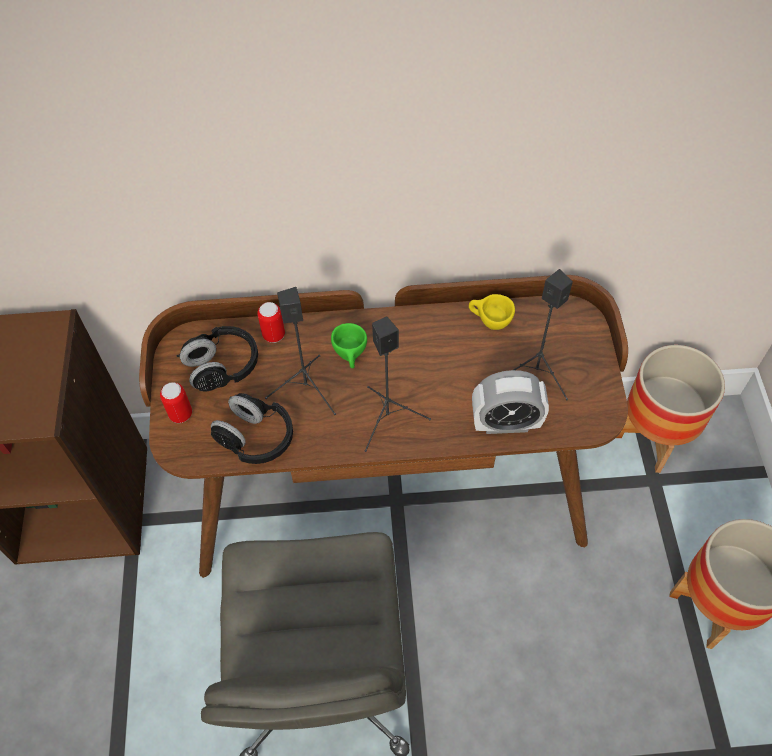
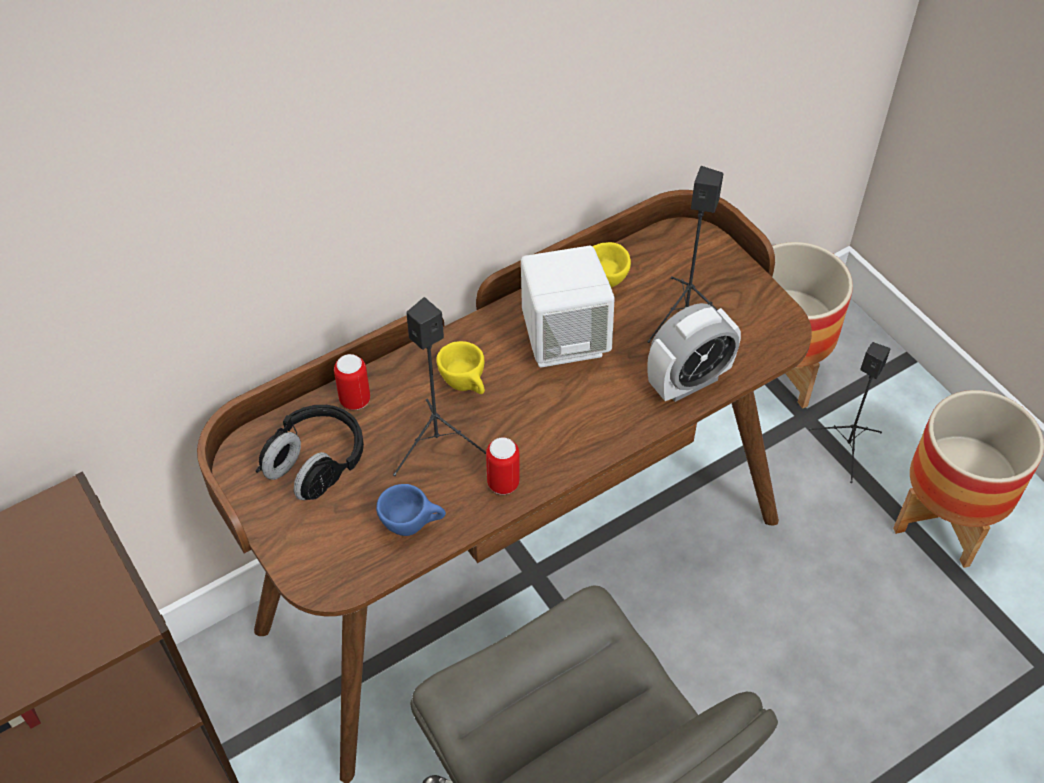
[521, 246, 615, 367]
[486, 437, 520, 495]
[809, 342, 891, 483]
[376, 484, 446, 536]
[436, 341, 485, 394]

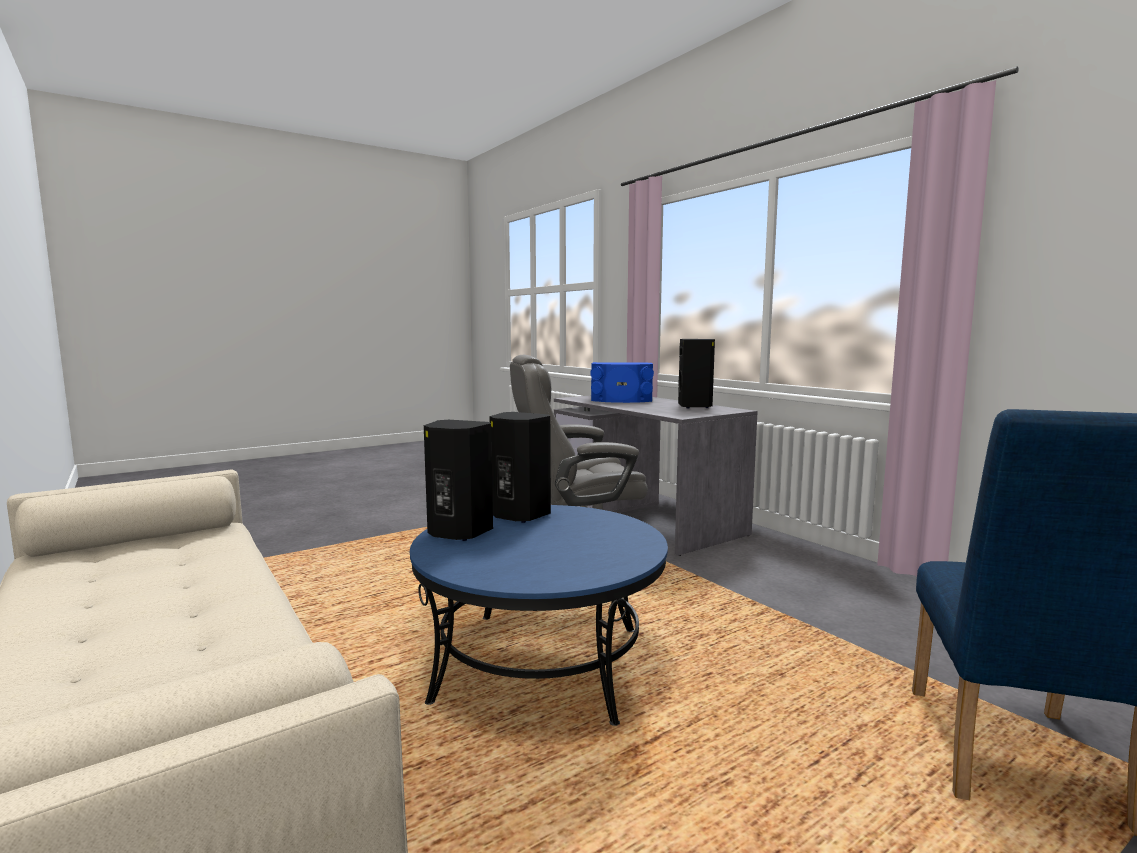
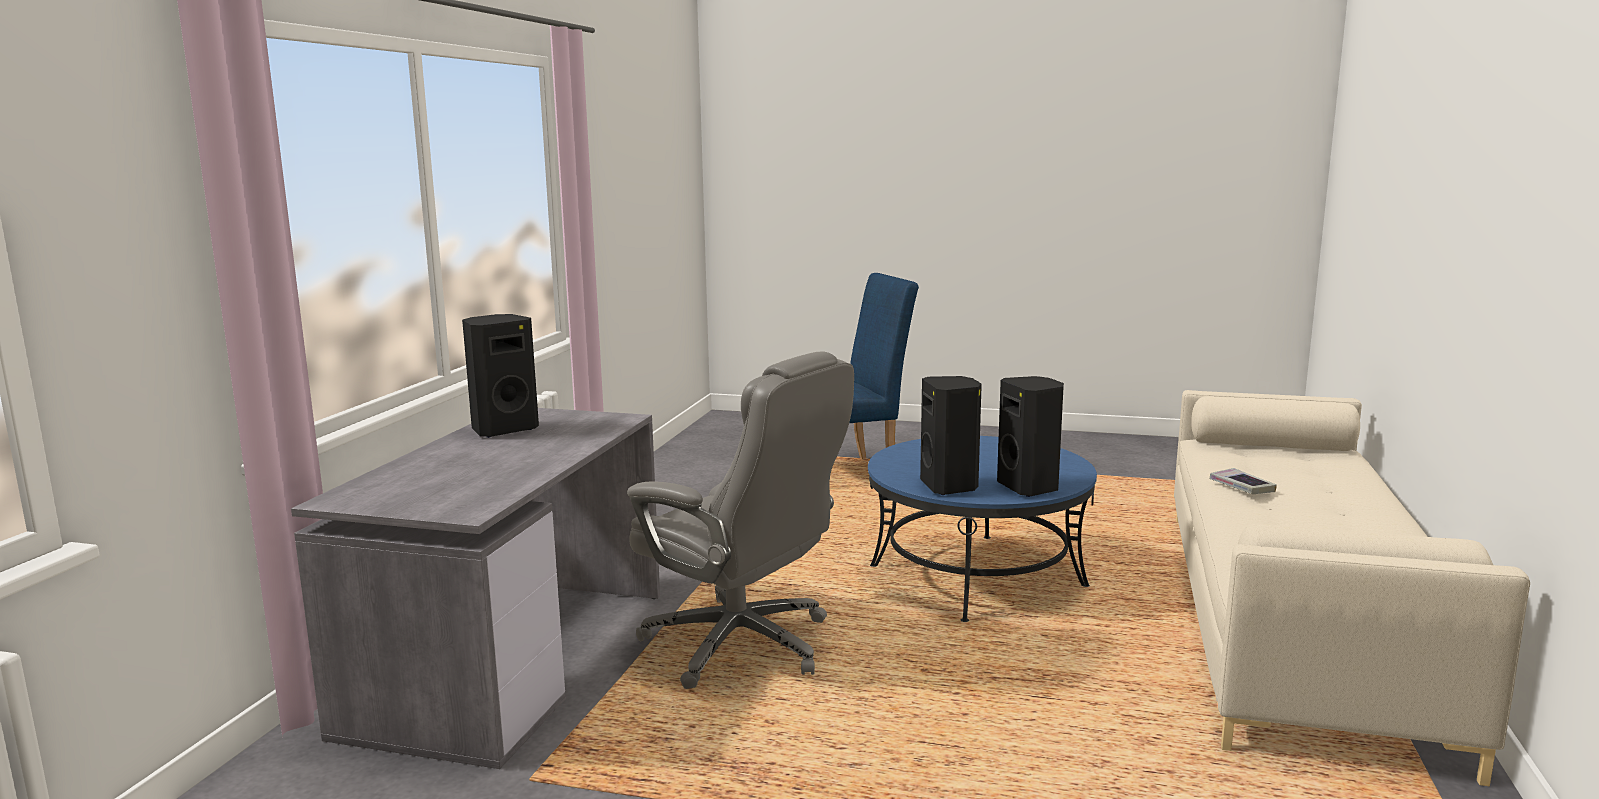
[590, 362, 654, 403] (first image)
[1210, 468, 1277, 494]

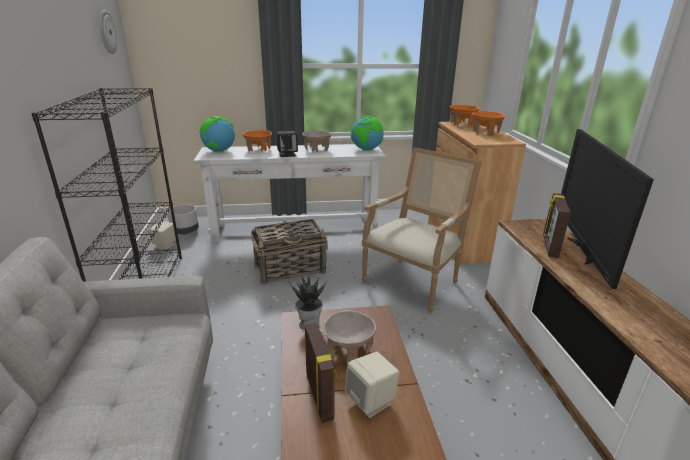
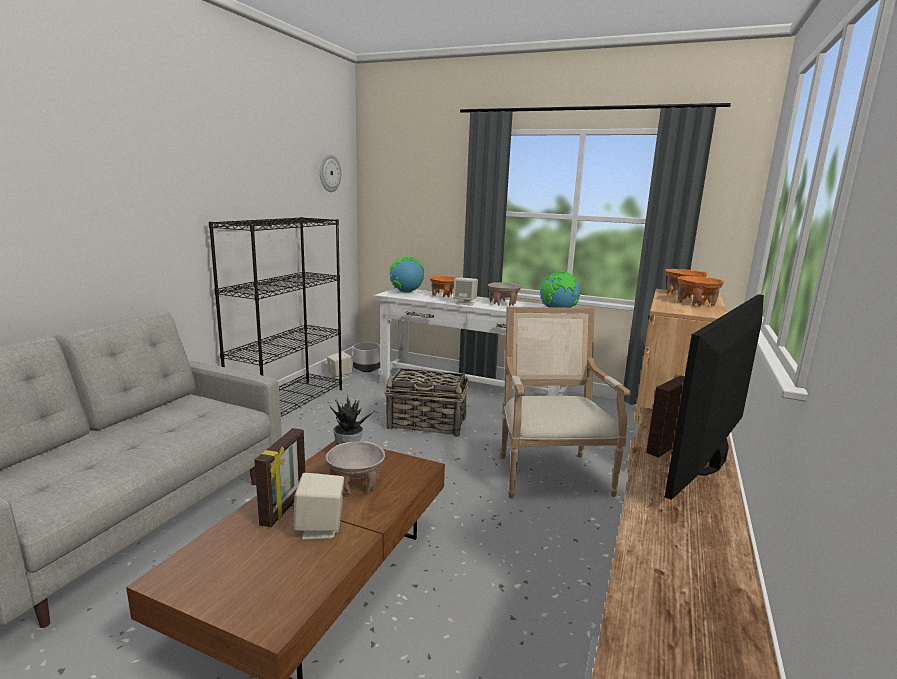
[453, 277, 478, 306]
[501, 307, 630, 499]

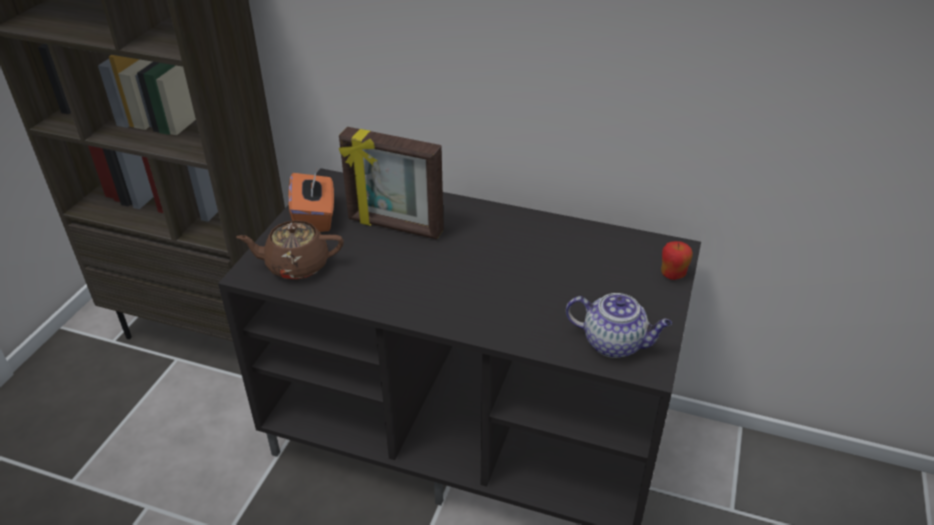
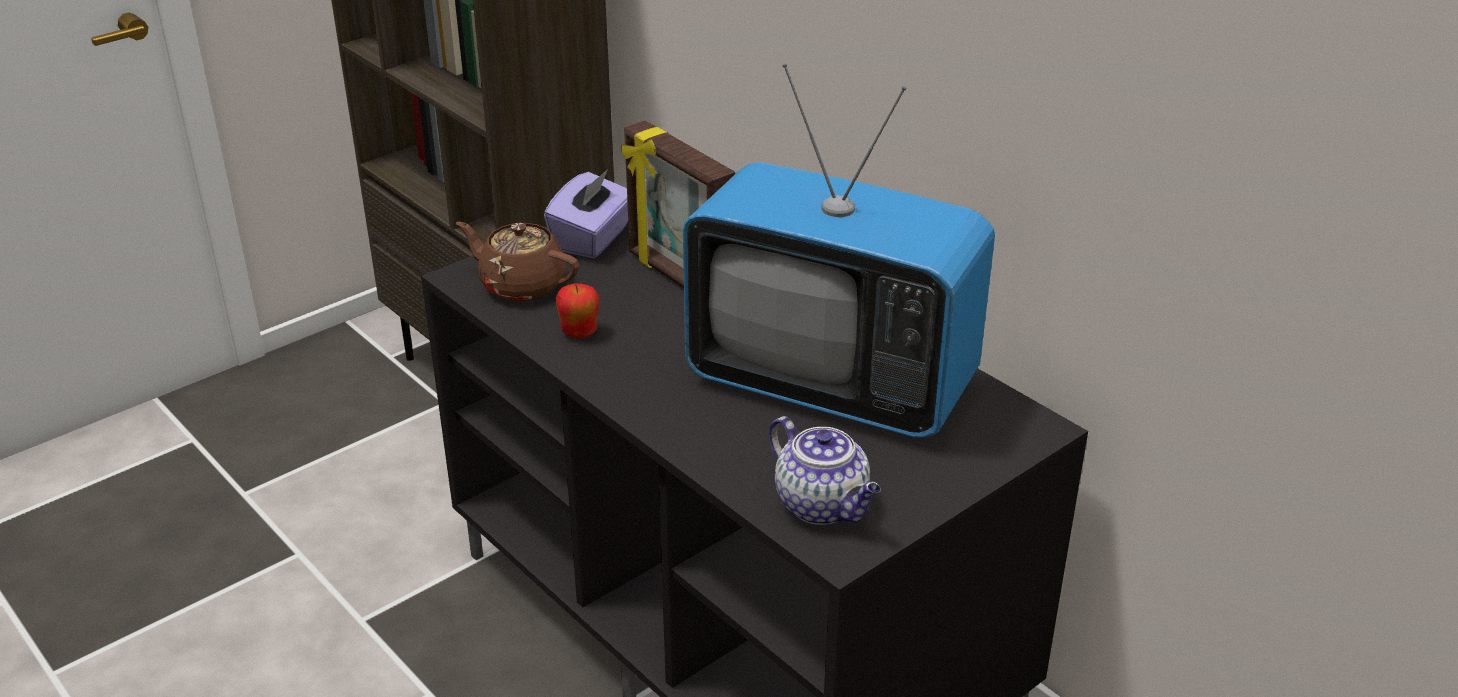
[683, 64, 995, 438]
[556, 283, 599, 339]
[544, 170, 628, 258]

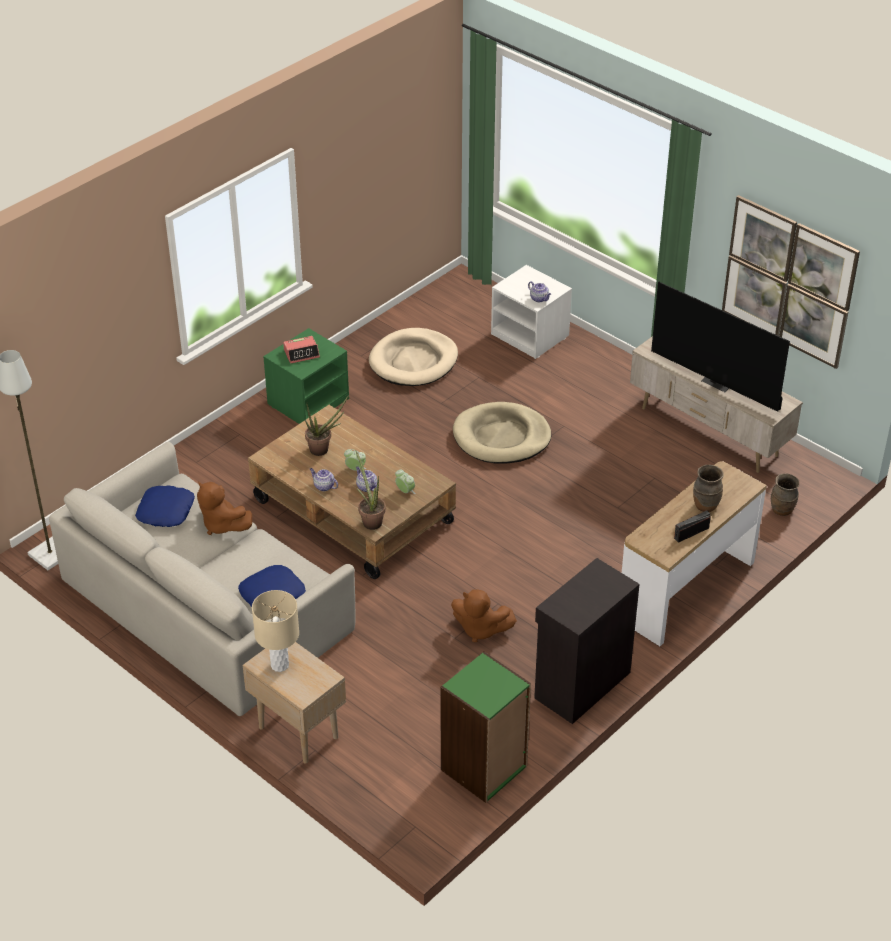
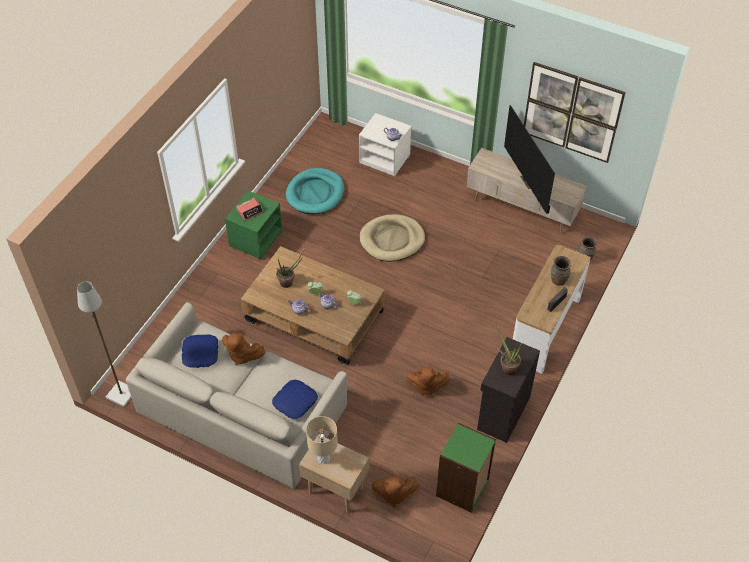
[372, 474, 419, 507]
[496, 325, 522, 375]
[286, 168, 344, 214]
[504, 105, 555, 214]

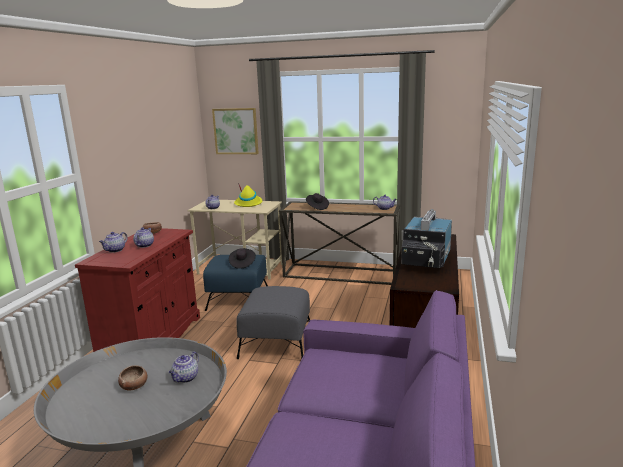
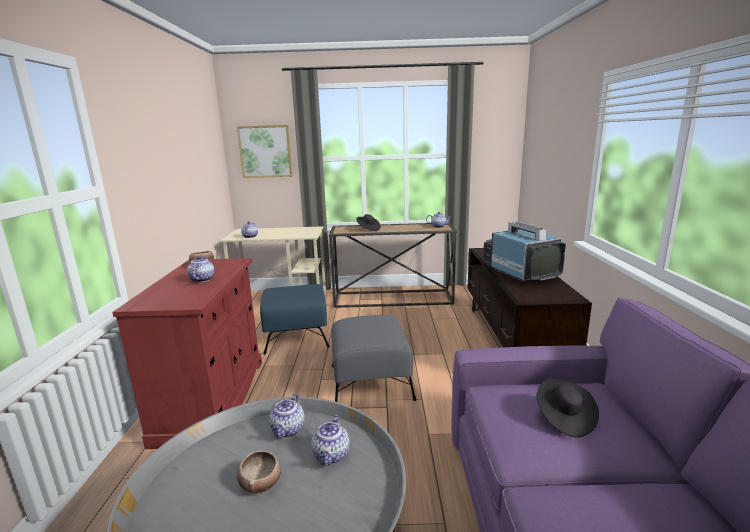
[234, 183, 262, 207] (first image)
[269, 394, 305, 438]
[536, 379, 599, 438]
[483, 221, 566, 282]

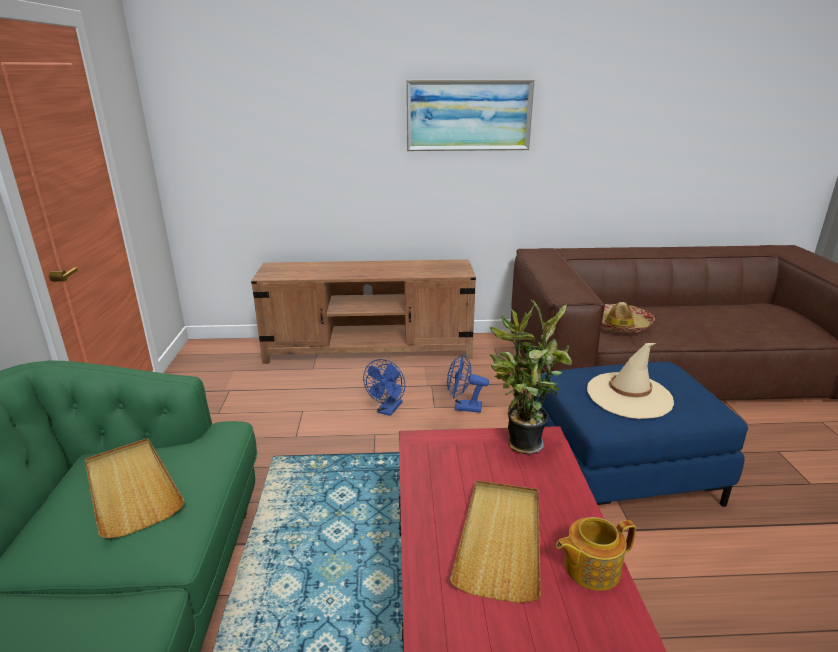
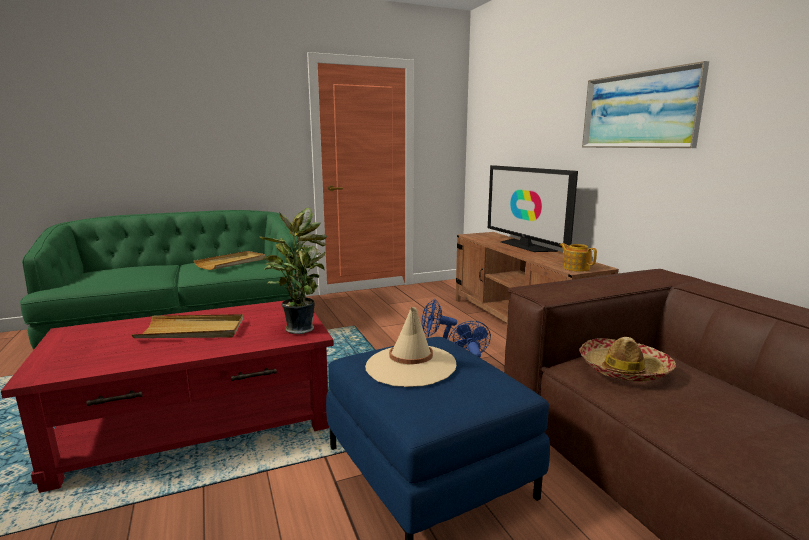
[488, 165, 578, 252]
[559, 243, 597, 272]

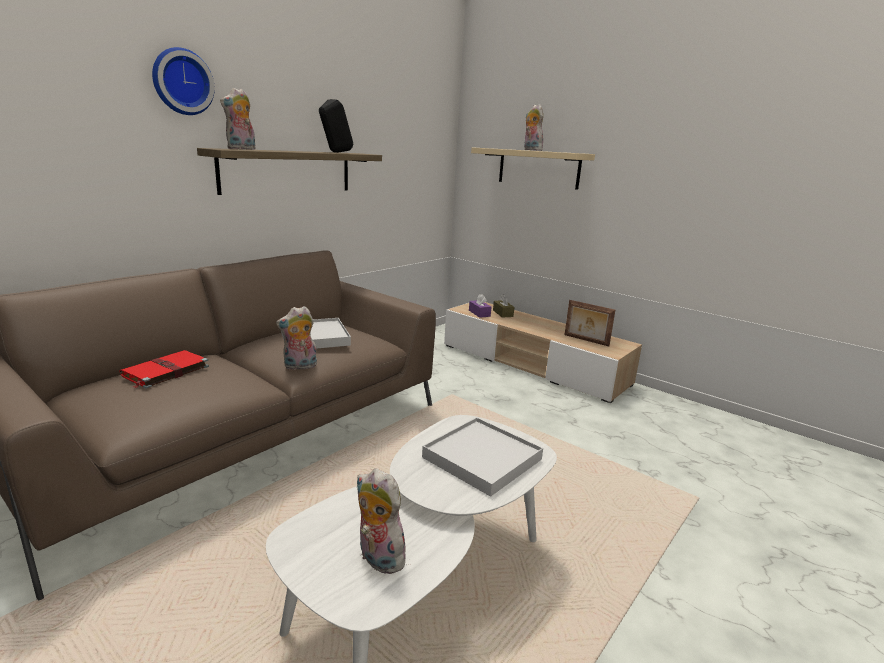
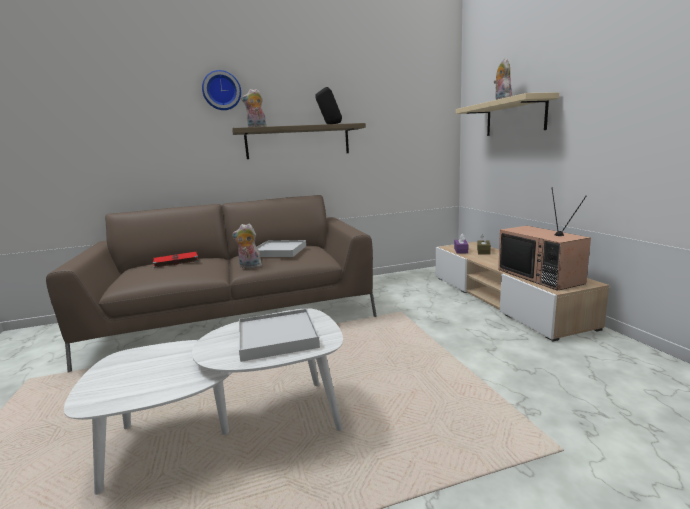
[357, 468, 406, 574] (first image)
[498, 188, 591, 291]

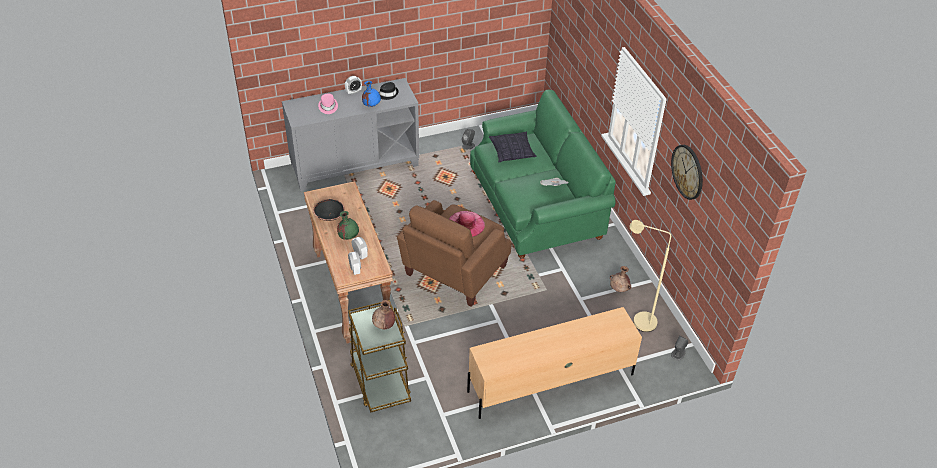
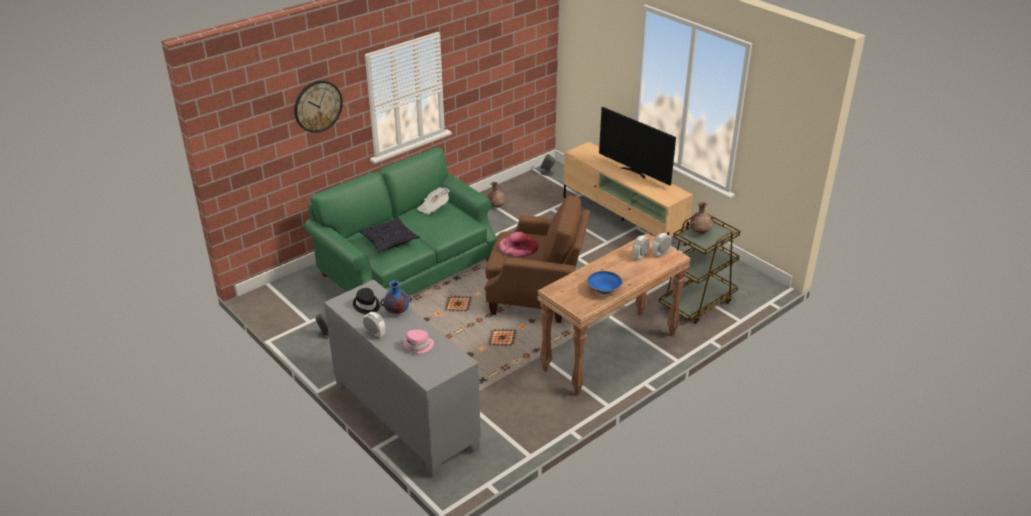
[337, 211, 359, 240] (first image)
[629, 220, 671, 332] (first image)
[599, 107, 676, 185]
[294, 81, 343, 133]
[587, 271, 623, 294]

